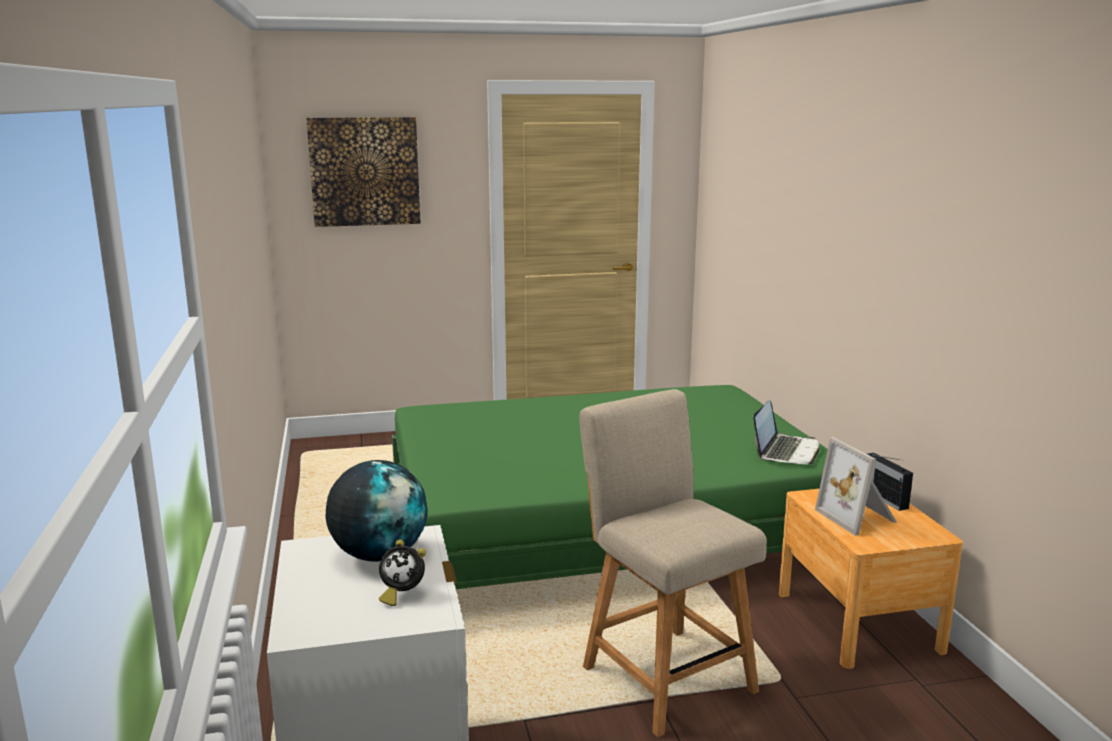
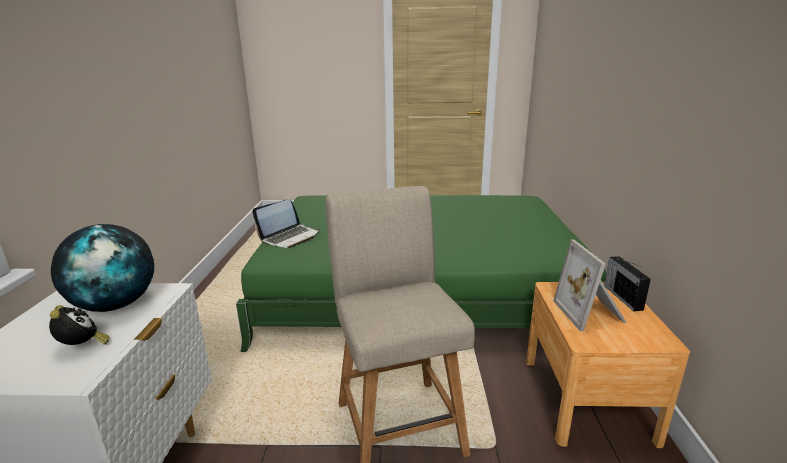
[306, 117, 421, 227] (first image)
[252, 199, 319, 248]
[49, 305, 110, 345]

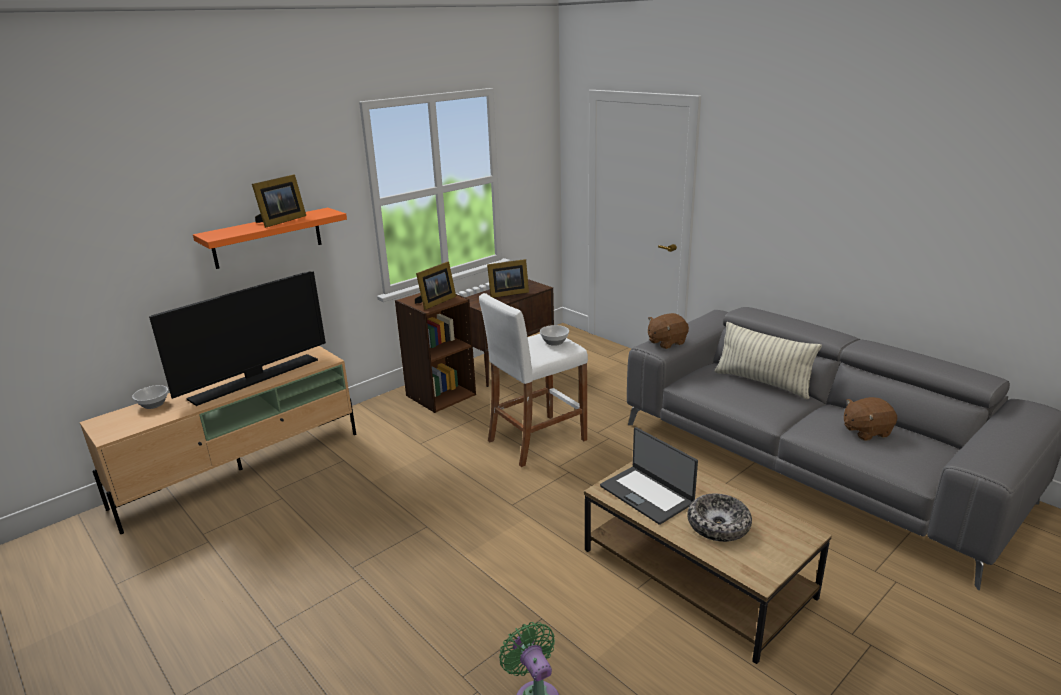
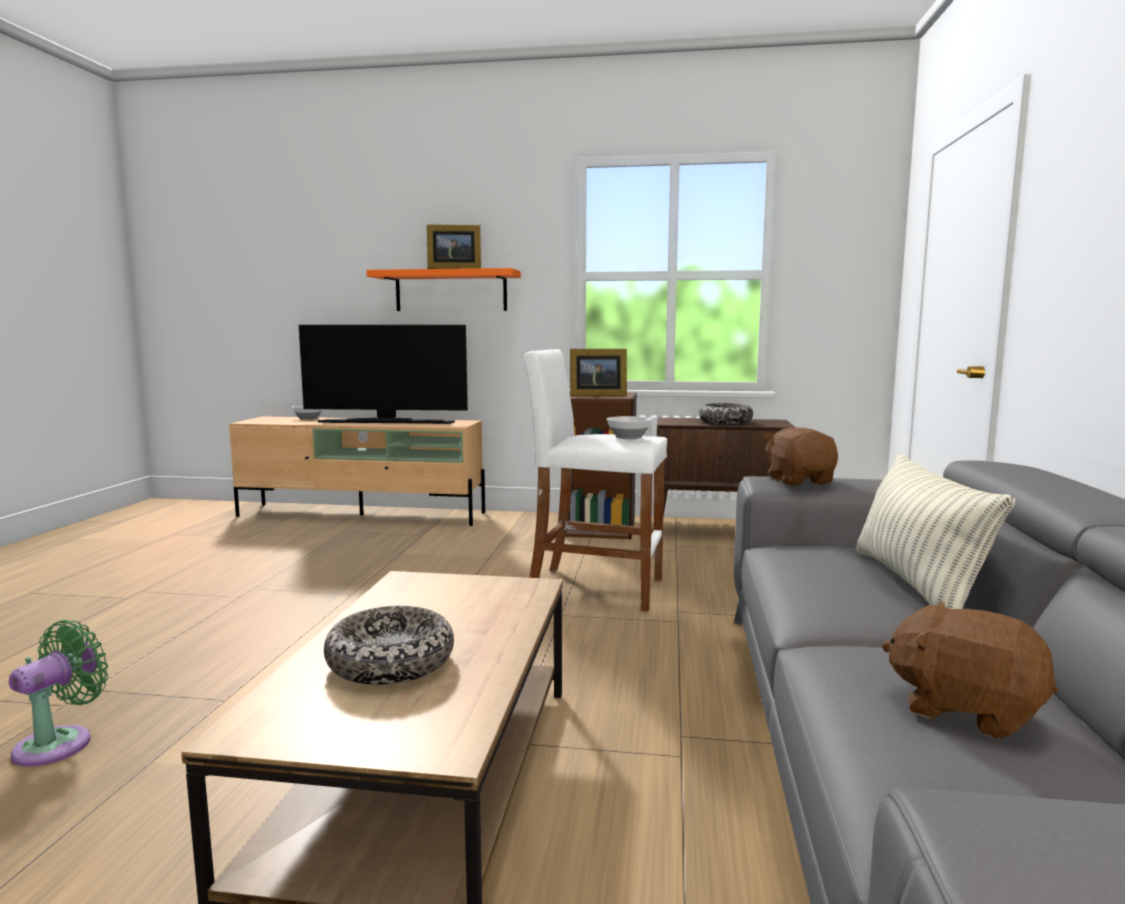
[600, 427, 698, 525] (first image)
[699, 403, 753, 424]
[763, 427, 838, 485]

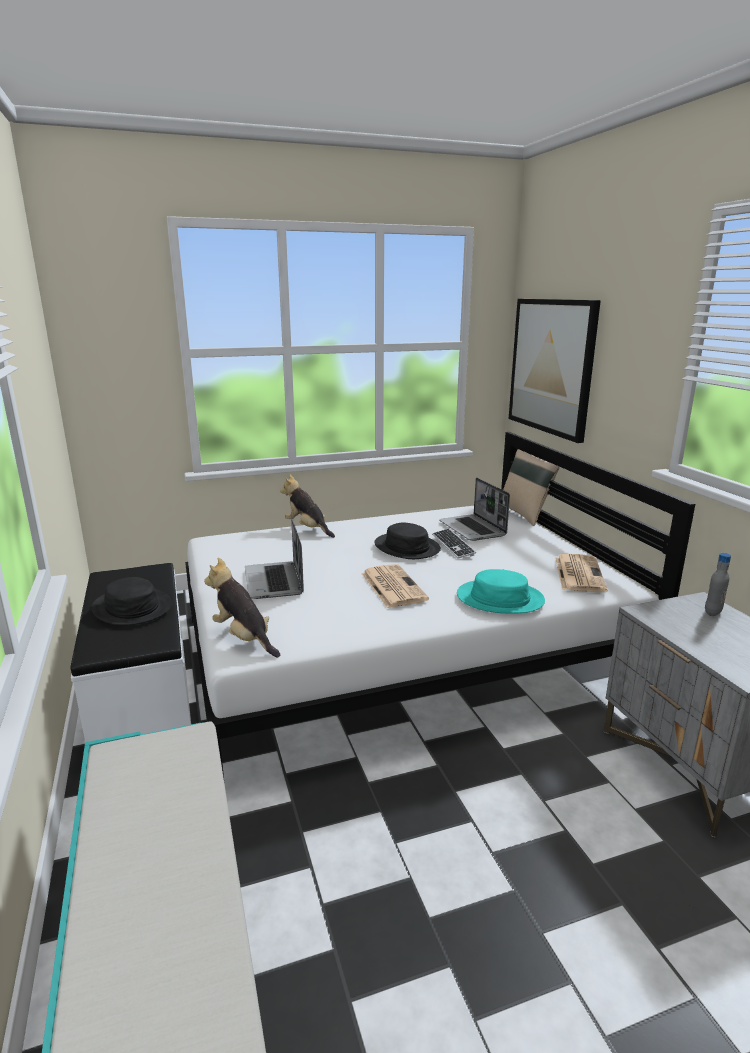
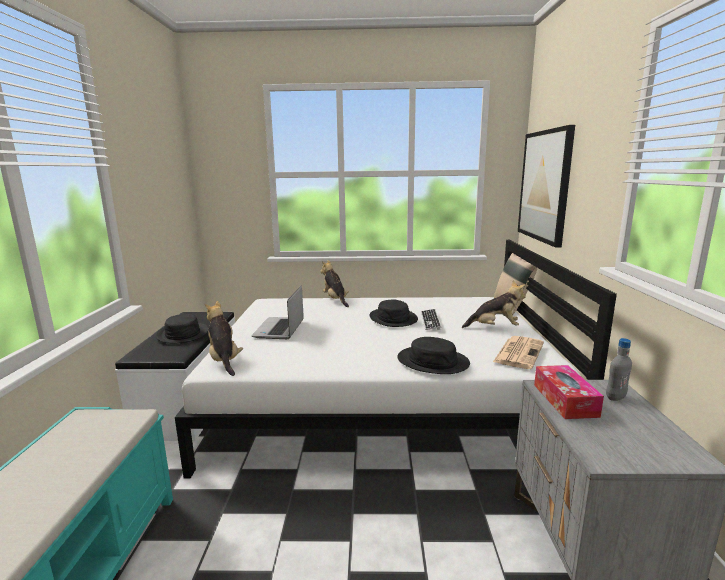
[361, 564, 429, 608] (first image)
[439, 478, 510, 541] (first image)
[462, 280, 526, 328]
[534, 365, 604, 419]
[397, 337, 470, 374]

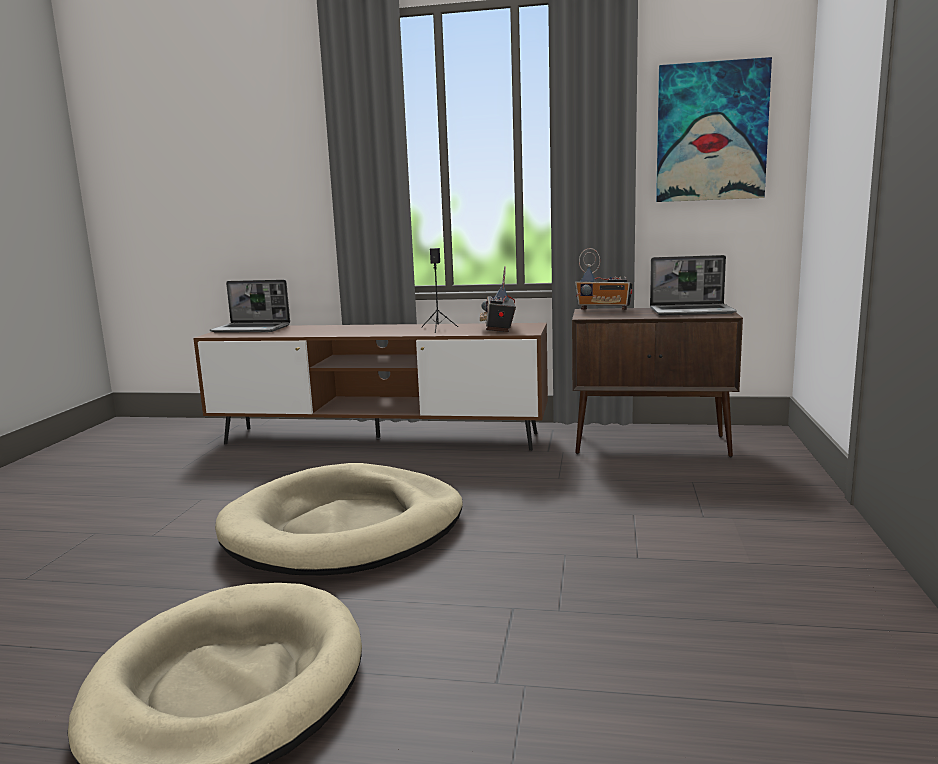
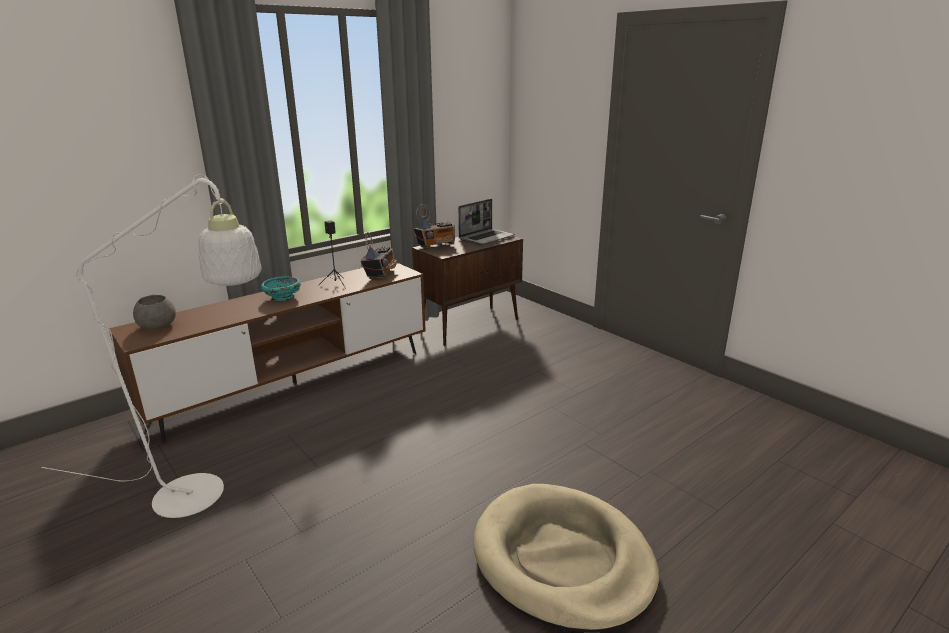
[215, 463, 463, 575] (first image)
[656, 57, 772, 202] (first image)
[42, 174, 262, 518]
[261, 276, 301, 302]
[133, 295, 176, 329]
[361, 232, 398, 279]

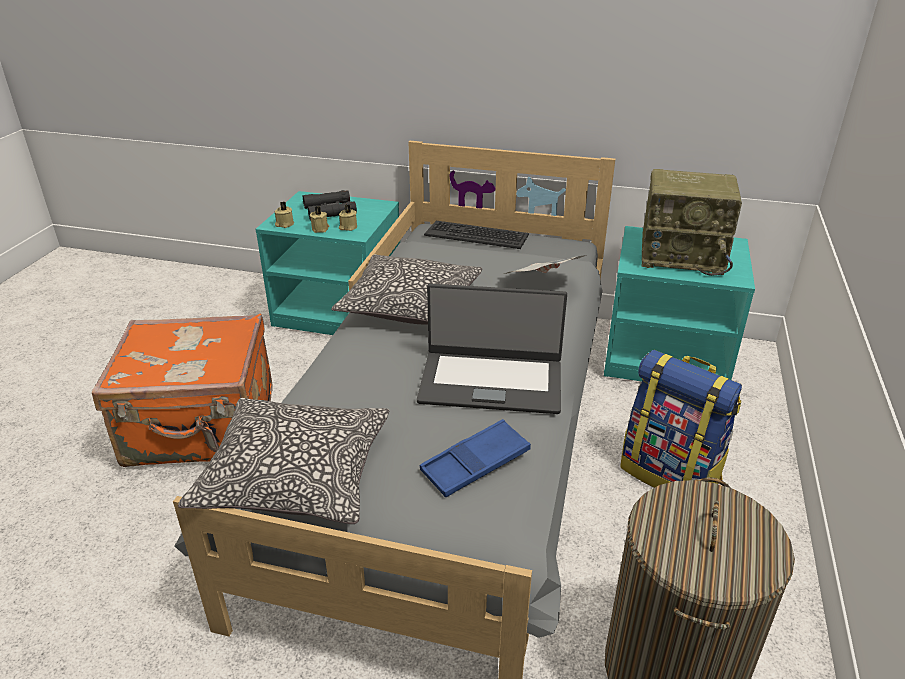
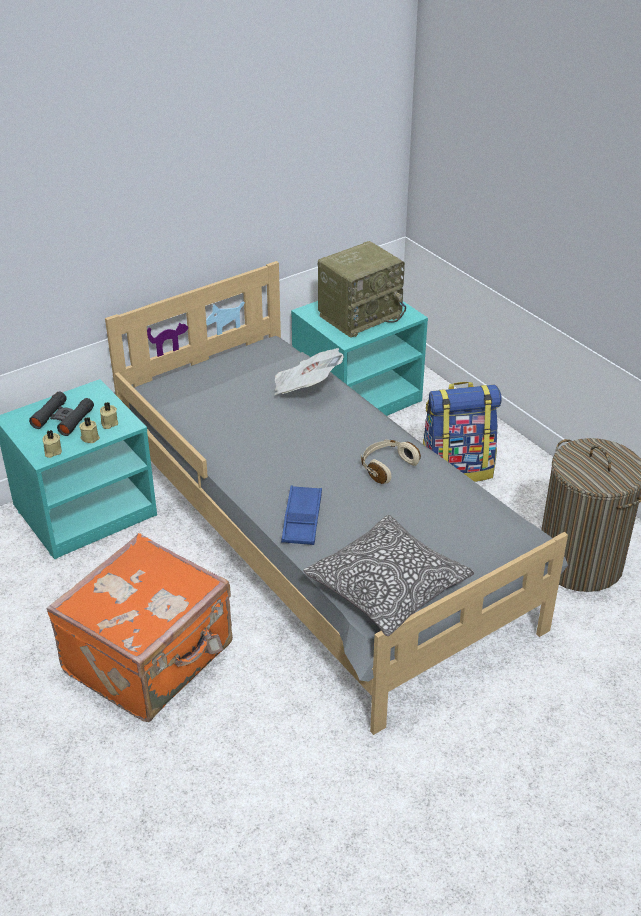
[331, 254, 483, 325] (first image)
[424, 221, 529, 249] (first image)
[281, 486, 322, 545]
[361, 440, 421, 484]

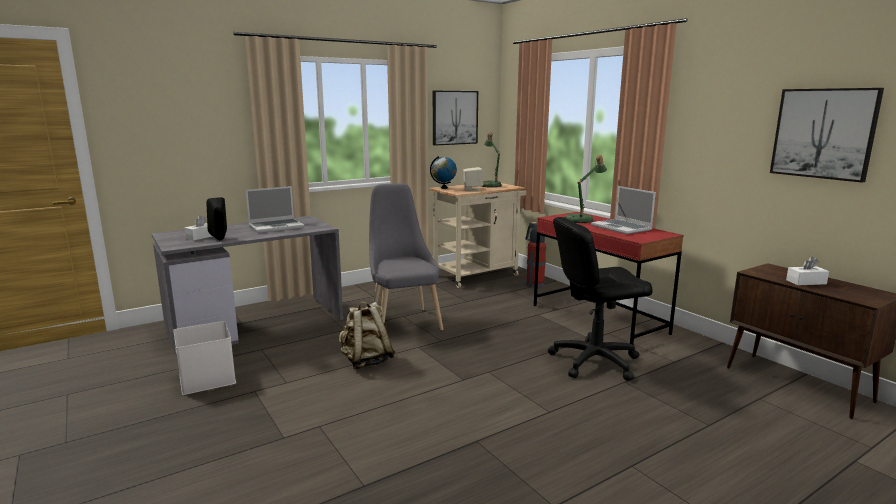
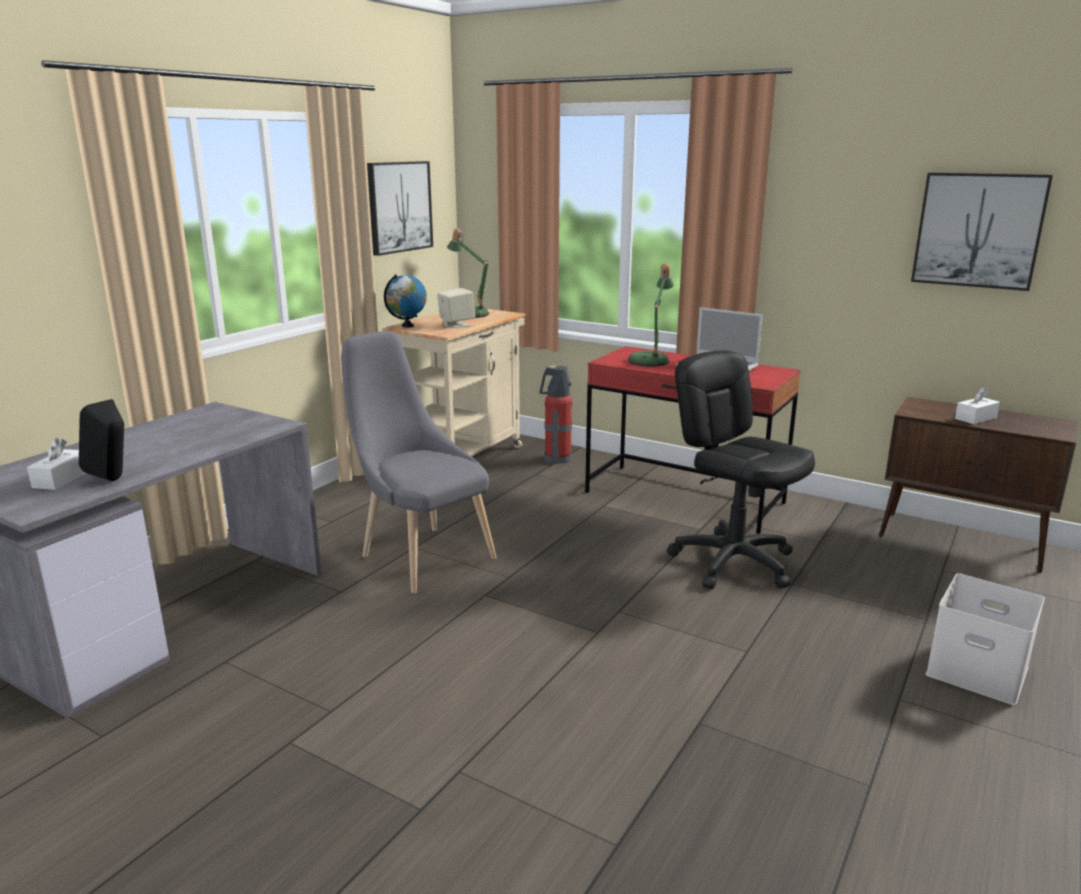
[246, 186, 304, 233] (first image)
[339, 301, 396, 369] (first image)
[926, 573, 1045, 705]
[667, 350, 815, 589]

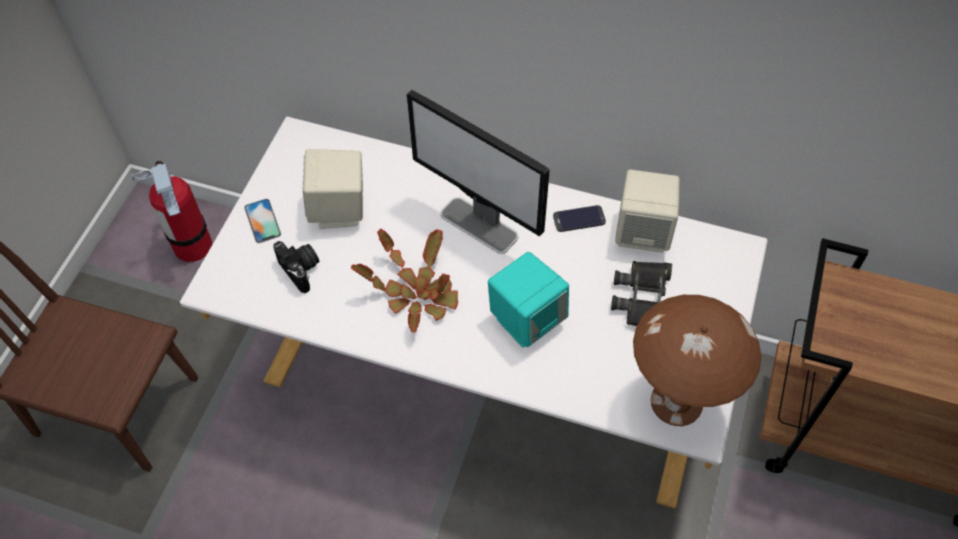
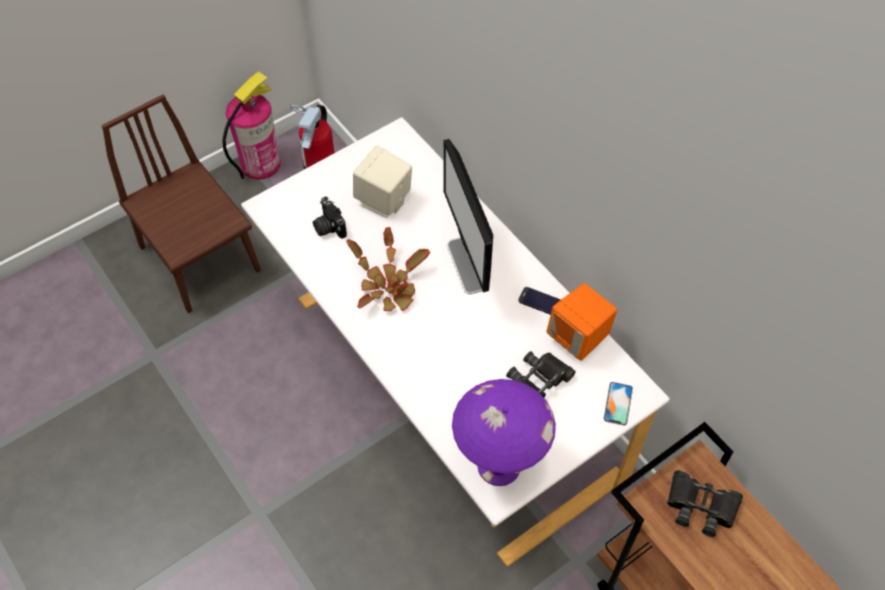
[488, 252, 569, 347] (first image)
[222, 71, 281, 179]
[667, 470, 743, 537]
[603, 382, 633, 426]
[546, 283, 617, 361]
[452, 379, 556, 486]
[313, 196, 347, 239]

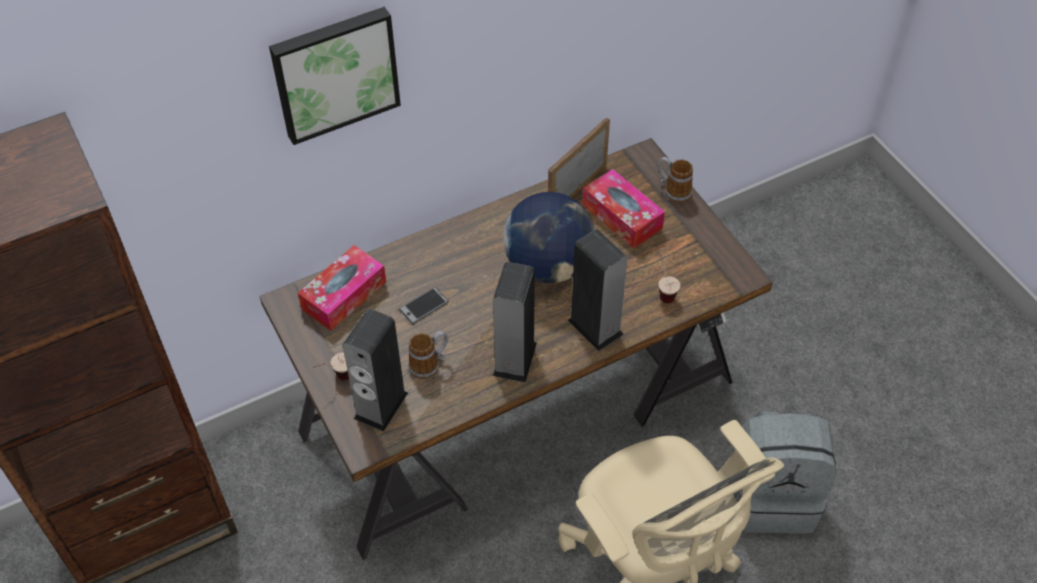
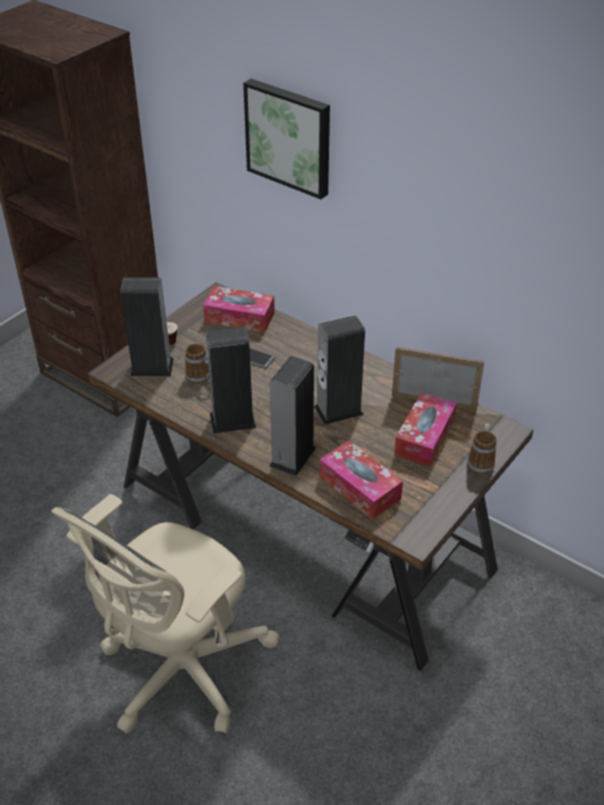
[738, 411, 837, 534] (first image)
[314, 315, 365, 425]
[319, 440, 403, 520]

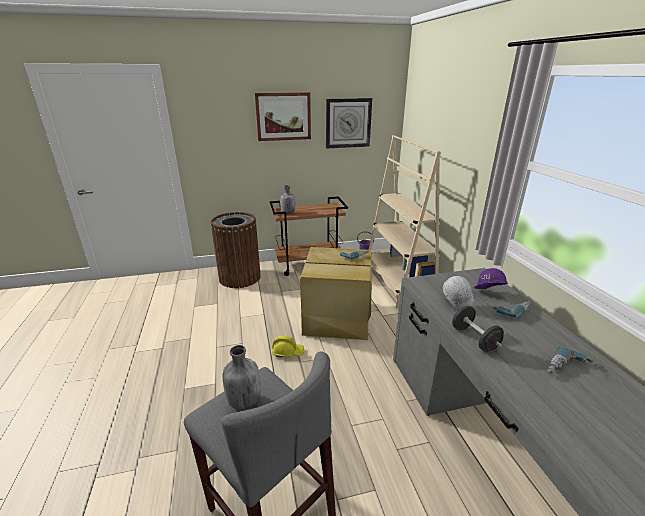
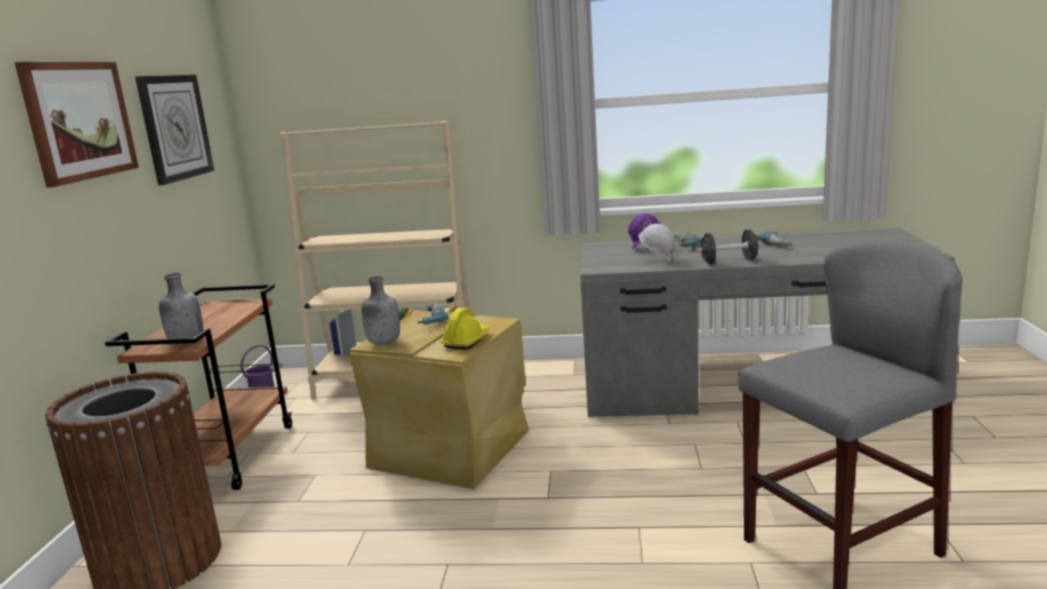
[361, 276, 400, 345]
[440, 308, 489, 349]

